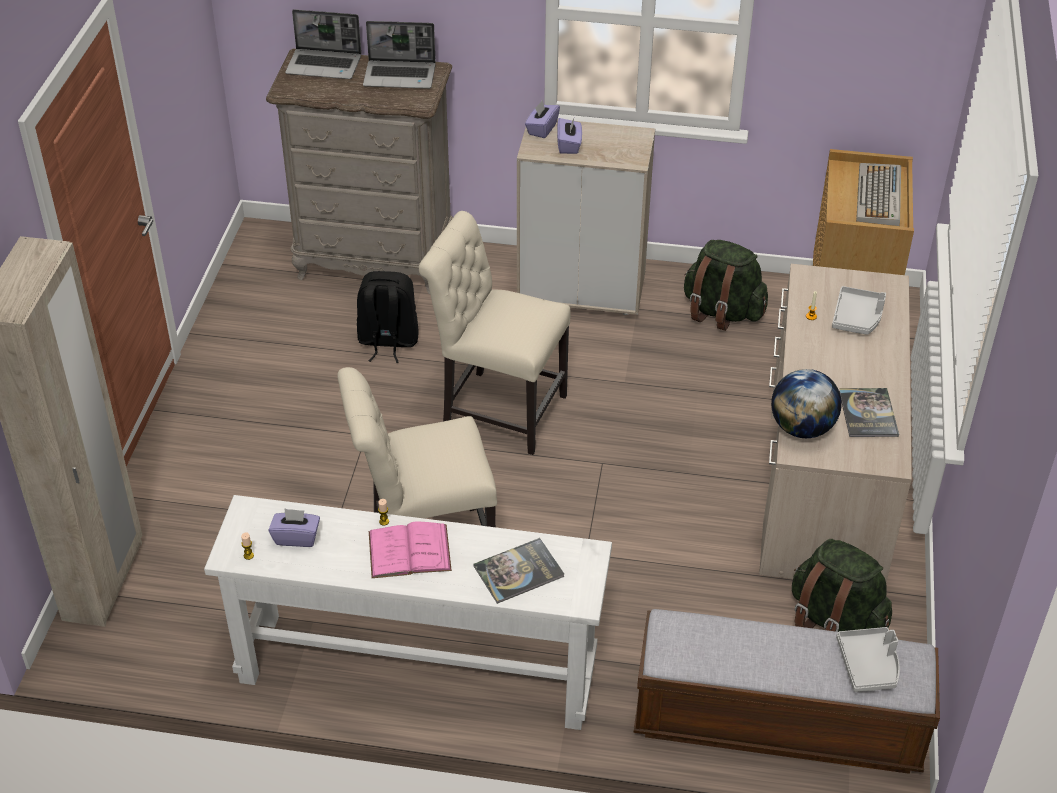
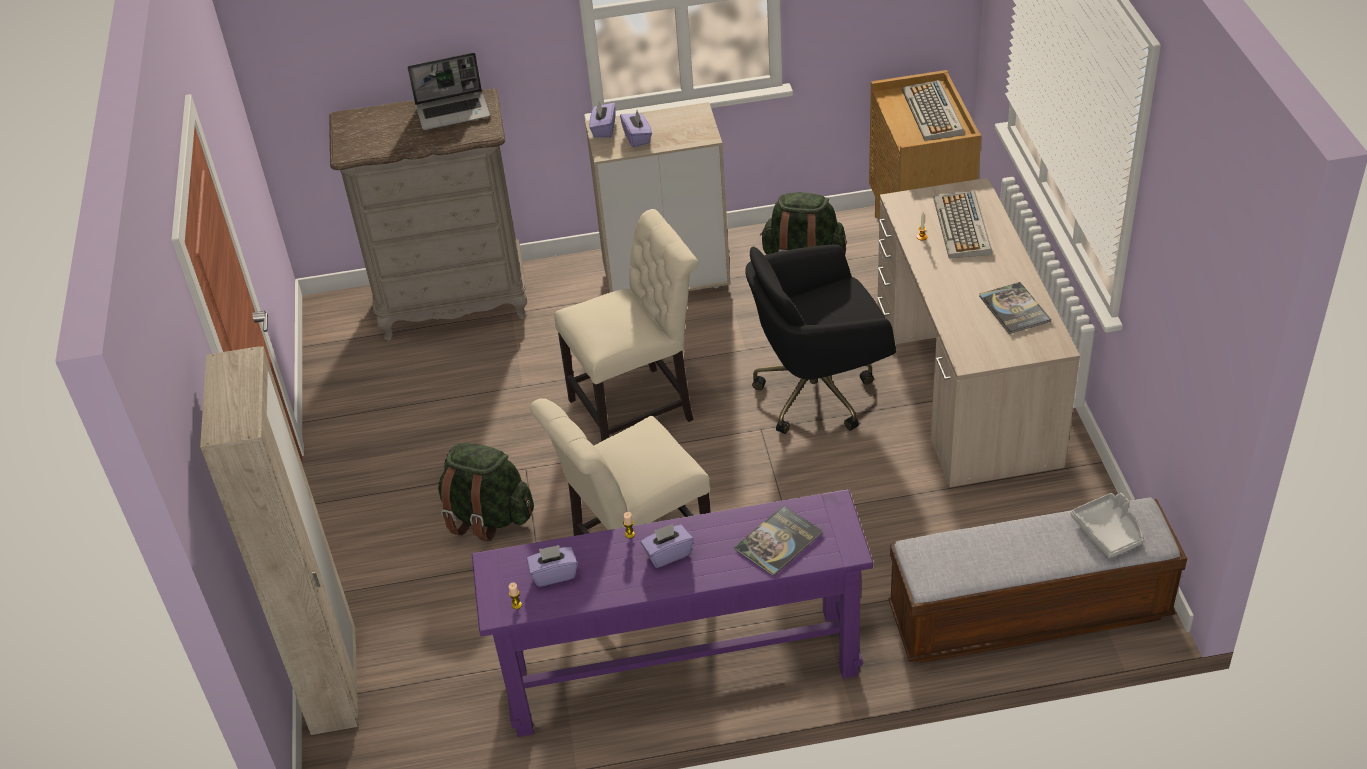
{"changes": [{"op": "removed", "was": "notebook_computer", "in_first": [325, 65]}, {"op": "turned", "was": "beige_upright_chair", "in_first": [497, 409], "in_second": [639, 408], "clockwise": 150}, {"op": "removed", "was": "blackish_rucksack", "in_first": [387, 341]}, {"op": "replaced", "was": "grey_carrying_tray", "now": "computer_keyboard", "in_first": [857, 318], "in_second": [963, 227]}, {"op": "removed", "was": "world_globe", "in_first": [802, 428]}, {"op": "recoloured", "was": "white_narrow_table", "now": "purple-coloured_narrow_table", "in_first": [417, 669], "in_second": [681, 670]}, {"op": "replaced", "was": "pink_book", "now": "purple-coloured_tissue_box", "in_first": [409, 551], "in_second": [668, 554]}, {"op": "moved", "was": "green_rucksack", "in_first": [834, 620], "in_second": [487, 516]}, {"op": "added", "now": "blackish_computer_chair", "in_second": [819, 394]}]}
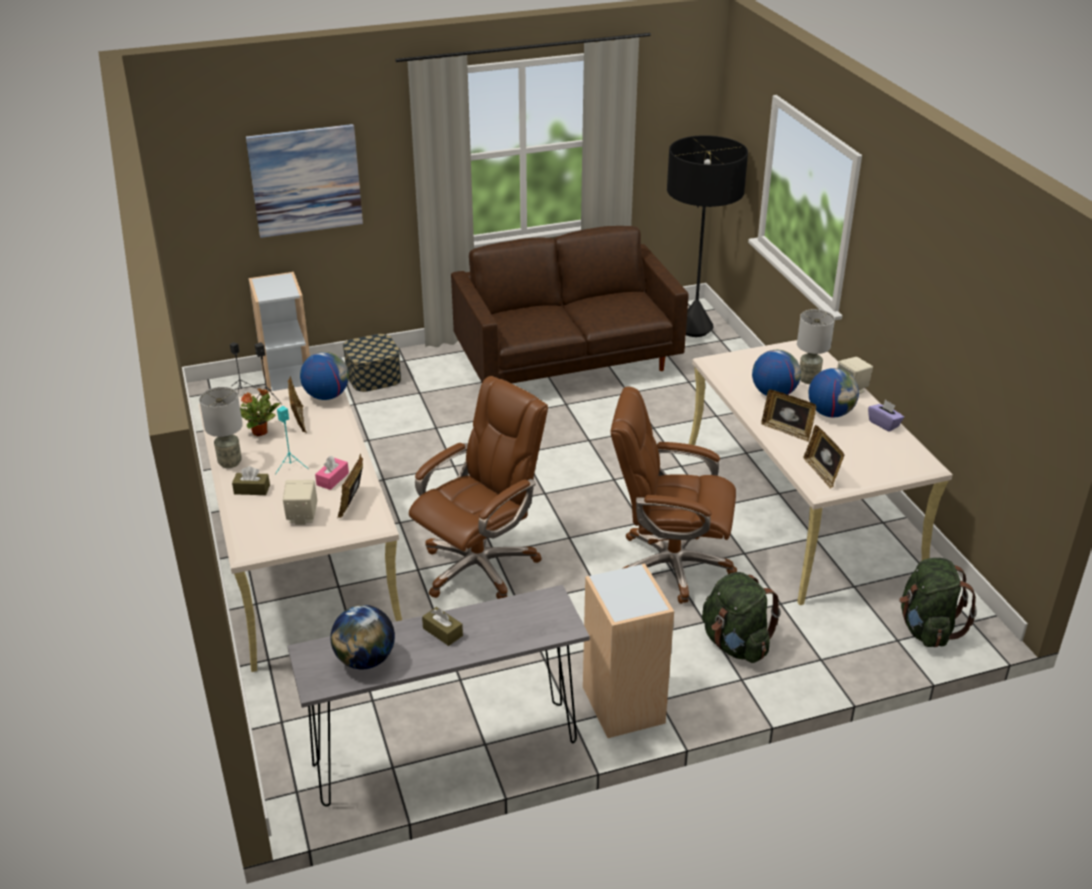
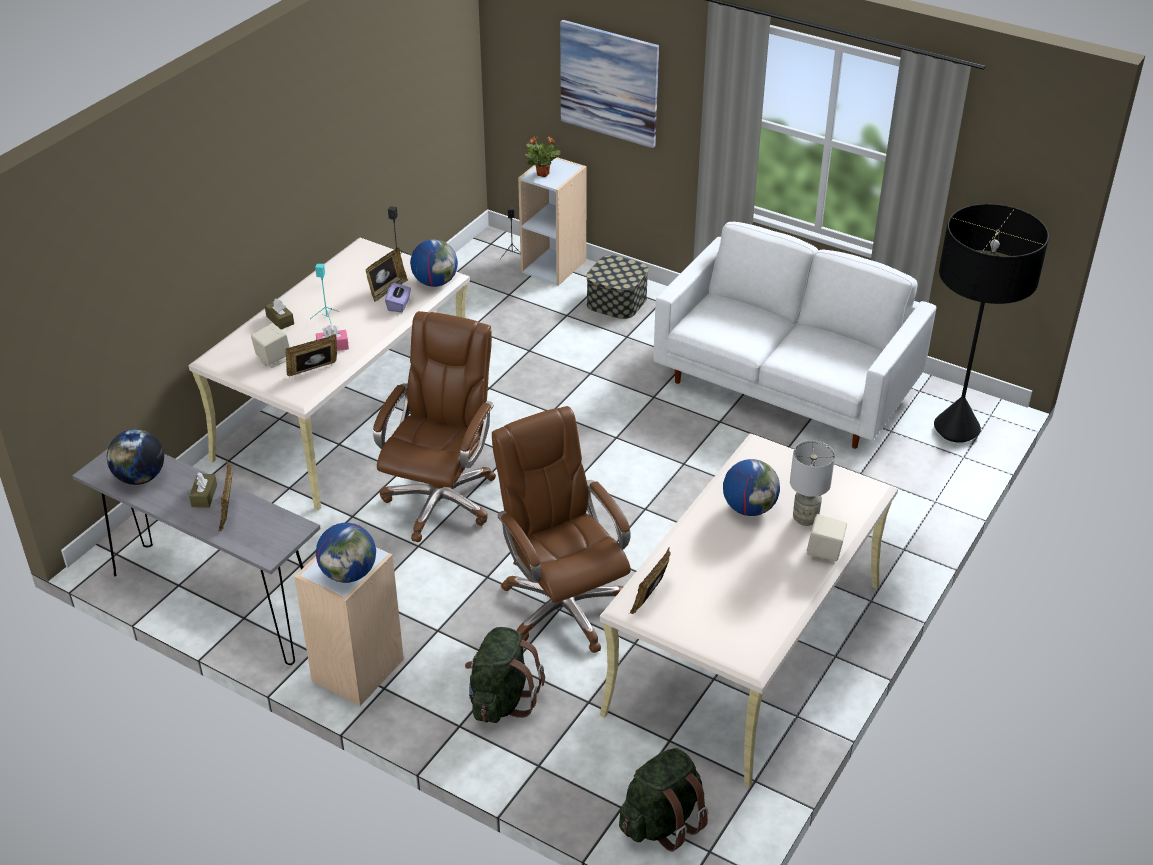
{"changes": [{"op": "recoloured", "was": "brown-coloured_couch", "now": "white_couch", "in_first": [567, 362], "in_second": [785, 387]}, {"op": "moved", "was": "world_globe", "in_first": [830, 413], "in_second": [349, 573]}, {"op": "turned", "was": "brown-coloured_computer_chair", "in_first": [480, 566], "in_second": [441, 499], "clockwise": -75}, {"op": "removed", "was": "grey_table_lamp", "in_first": [229, 462]}, {"op": "moved", "was": "plant_in_a_pot", "in_first": [260, 432], "in_second": [543, 174]}, {"op": "moved", "was": "photo_frame", "in_first": [787, 431], "in_second": [228, 512]}, {"op": "moved", "was": "purple-coloured_tissue_box", "in_first": [884, 424], "in_second": [399, 305]}]}
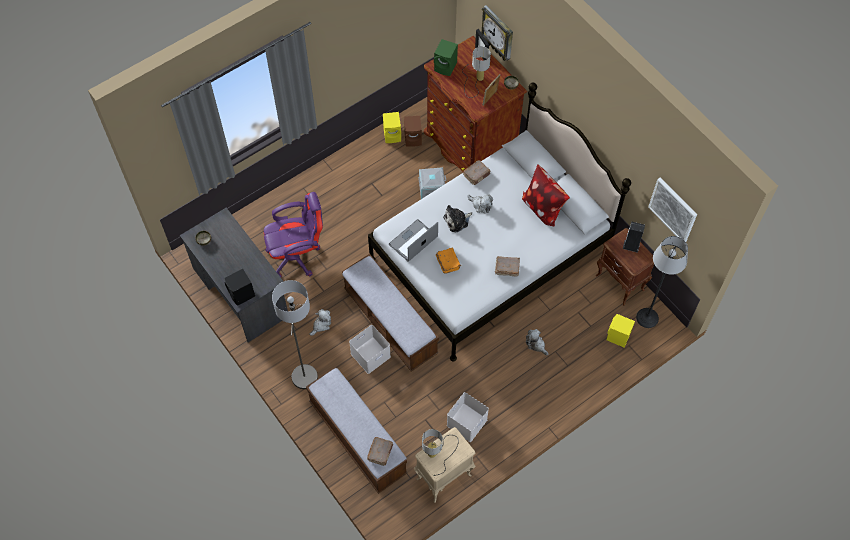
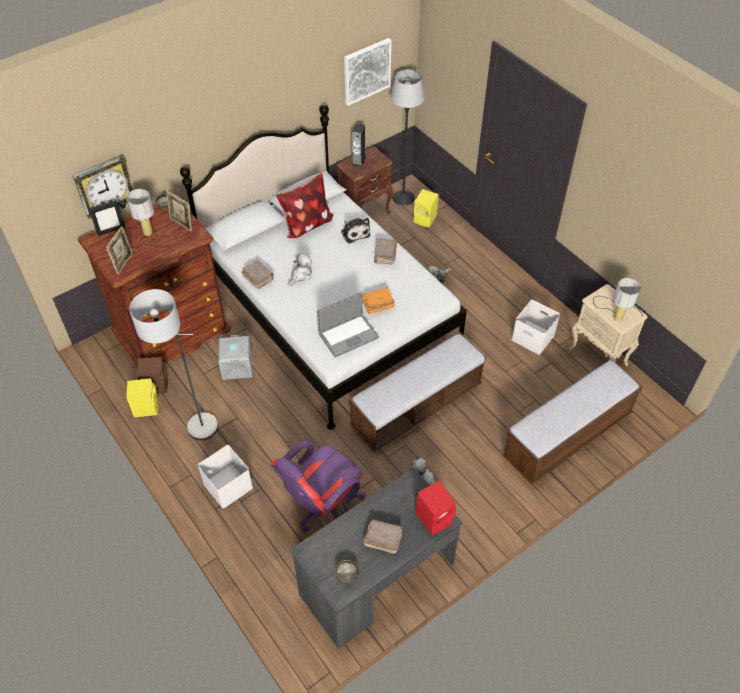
{"changes": [{"op": "replaced", "was": "green_loudspeaker", "now": "photo_frame", "in_first": [446, 67], "in_second": [124, 263]}, {"op": "turned", "was": "purple-coloured_computer_chair", "in_first": [298, 256], "in_second": [322, 509], "clockwise": -120}, {"op": "moved", "was": "soft_toy", "in_first": [457, 221], "in_second": [354, 232]}, {"op": "turned", "was": "notebook_computer", "in_first": [413, 241], "in_second": [348, 335], "clockwise": -75}, {"op": "recoloured", "was": "blackish_loudspeaker", "now": "red-coloured_loudspeaker", "in_first": [242, 295], "in_second": [435, 517]}, {"op": "moved", "was": "grey_floor_lamp", "in_first": [305, 370], "in_second": [193, 427]}, {"op": "moved", "was": "white_storage_container", "in_first": [370, 354], "in_second": [226, 485]}, {"op": "moved", "was": "brown-coloured_book", "in_first": [380, 452], "in_second": [382, 539]}]}
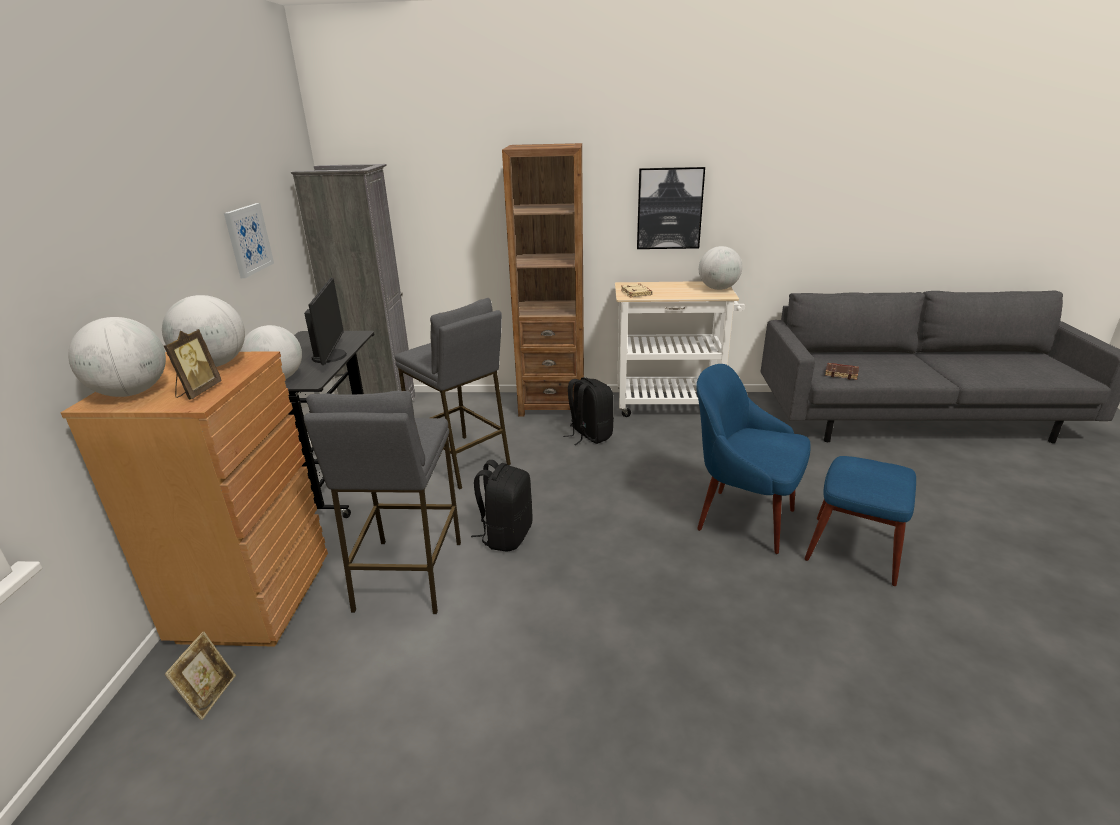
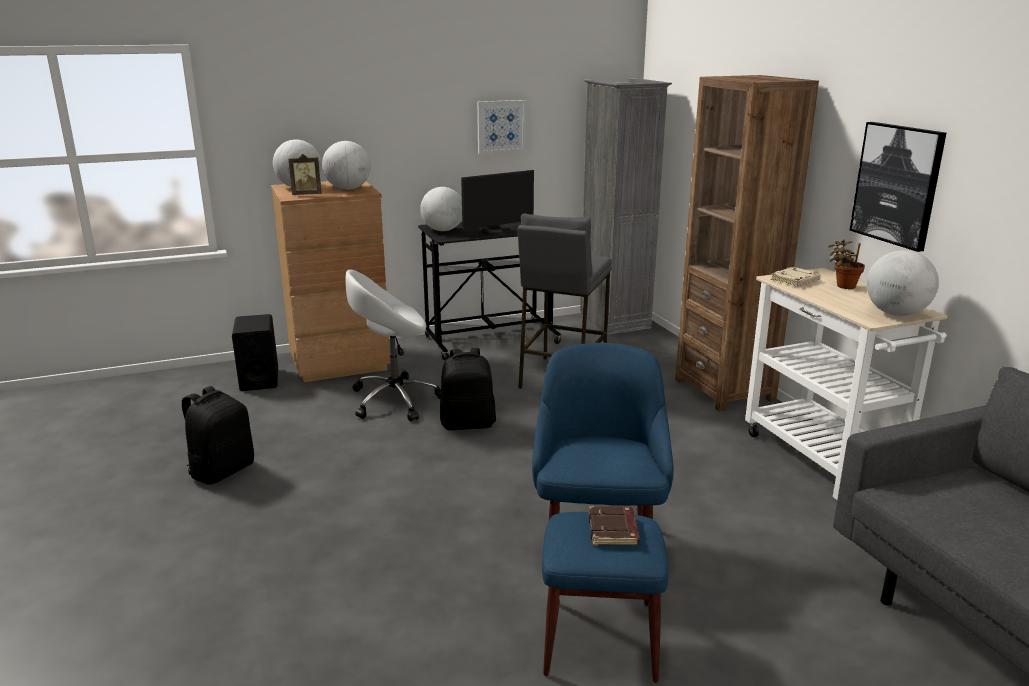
{"changes": [{"op": "moved", "was": "brown-coloured_book", "in_first": [841, 373], "in_second": [614, 530]}, {"op": "moved", "was": "blackish_rucksack", "in_first": [589, 435], "in_second": [222, 471]}, {"op": "replaced", "was": "grey_sitting_stool", "now": "white_computer_chair", "in_first": [407, 575], "in_second": [393, 400]}, {"op": "replaced", "was": "photo_frame", "now": "blackish_loudspeaker", "in_first": [210, 695], "in_second": [259, 379]}, {"op": "added", "now": "plant_in_a_pot", "in_second": [843, 286]}]}
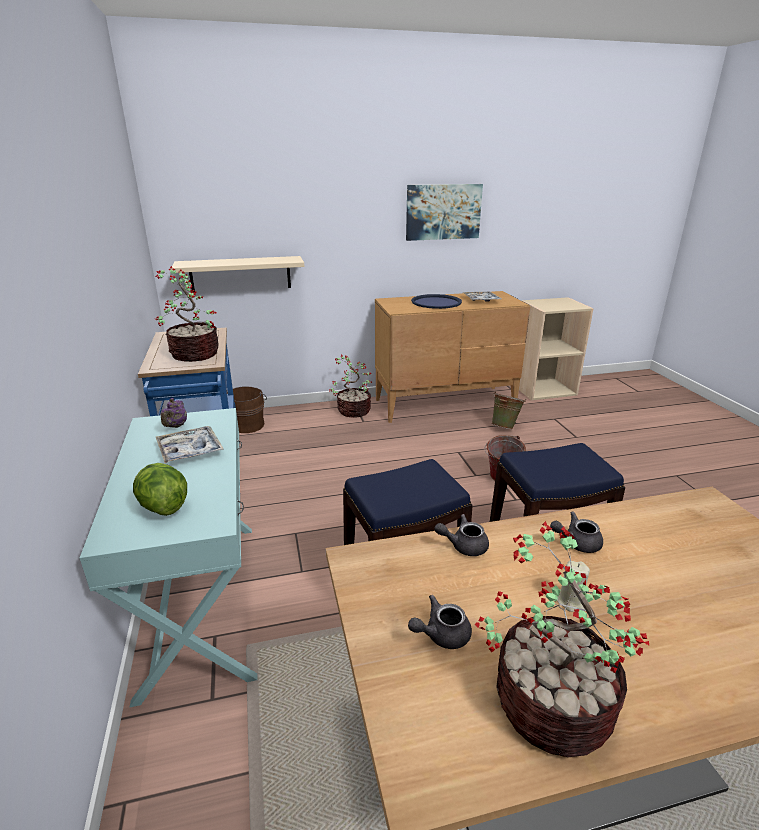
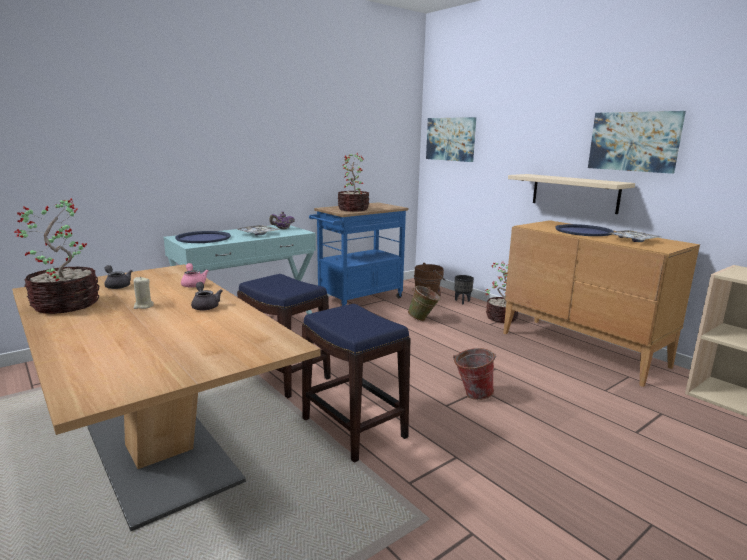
{"changes": [{"op": "moved", "was": "beige_shelf", "in_first": [240, 274], "in_second": [574, 193]}, {"op": "moved", "was": "green_water_bucket", "in_first": [505, 427], "in_second": [423, 319]}, {"op": "replaced", "was": "lettuce_head", "now": "blue-coloured_carrying_tray", "in_first": [162, 507], "in_second": [203, 238]}, {"op": "recoloured", "was": "grey_pot_for_tea", "now": "pink_pot_for_tea", "in_first": [463, 546], "in_second": [193, 284]}, {"op": "added", "now": "wall_art", "in_second": [451, 139]}, {"op": "added", "now": "blackish_flower_pot", "in_second": [462, 301]}]}
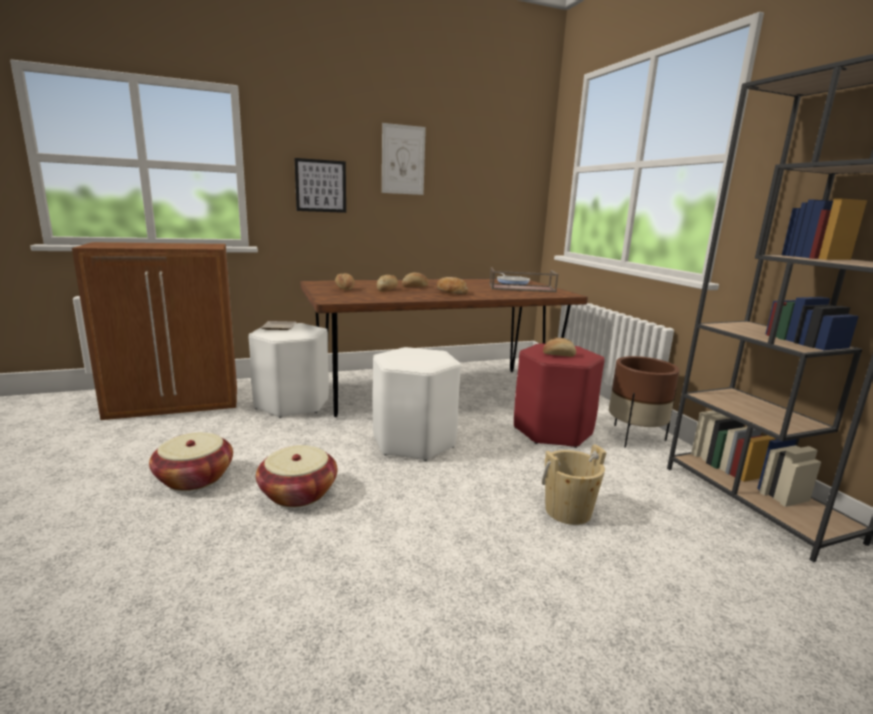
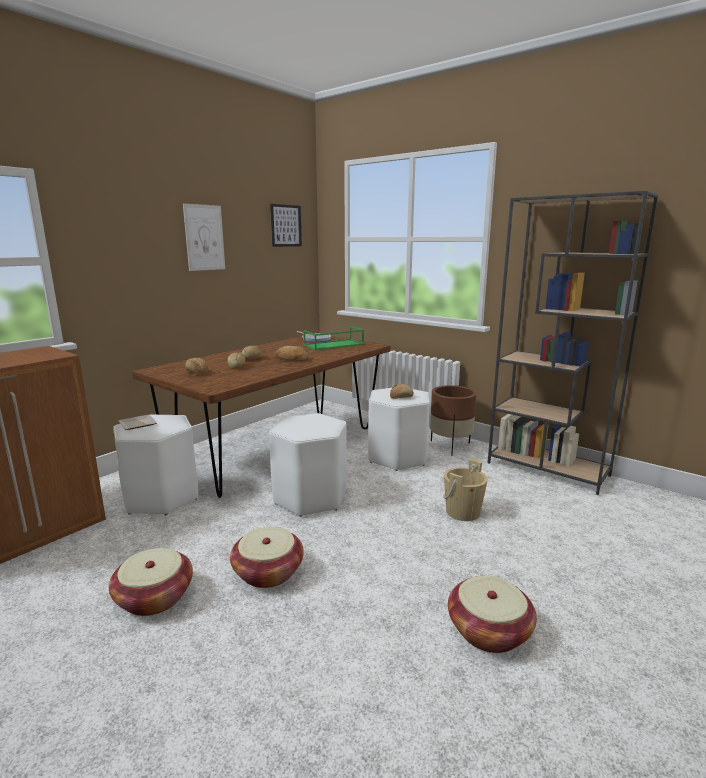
{"changes": [{"op": "moved", "was": "wall_art", "in_first": [321, 186], "in_second": [286, 225]}, {"op": "recoloured", "was": "brown-coloured_carrying_tray", "now": "green_carrying_tray", "in_first": [521, 288], "in_second": [333, 345]}, {"op": "recoloured", "was": "red-coloured_sitting_stool", "now": "white_sitting_stool", "in_first": [552, 431], "in_second": [397, 457]}, {"op": "added", "now": "basket", "in_second": [489, 631]}]}
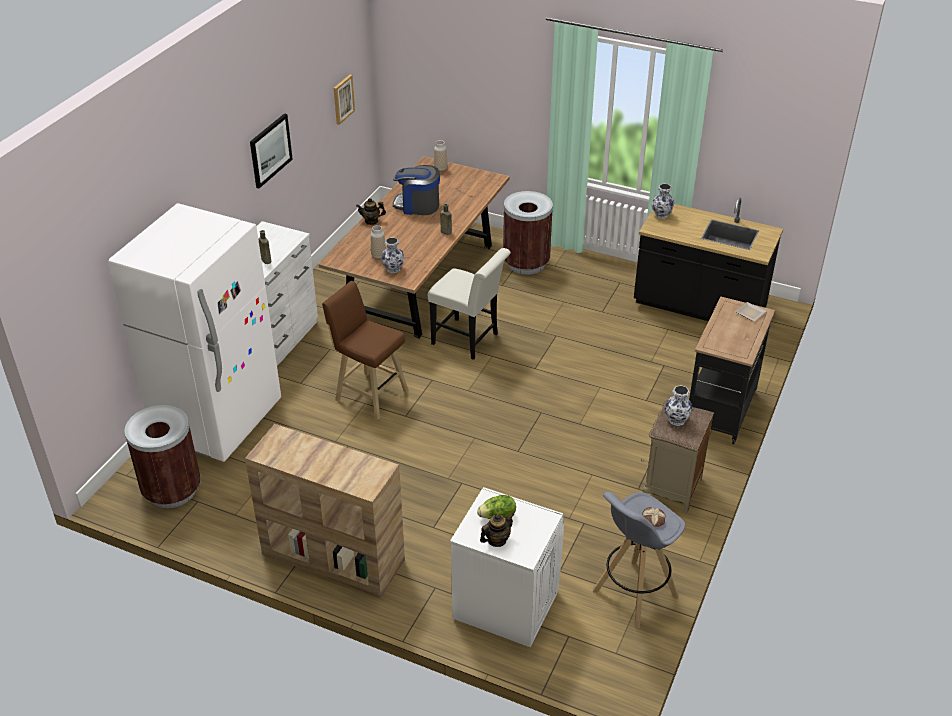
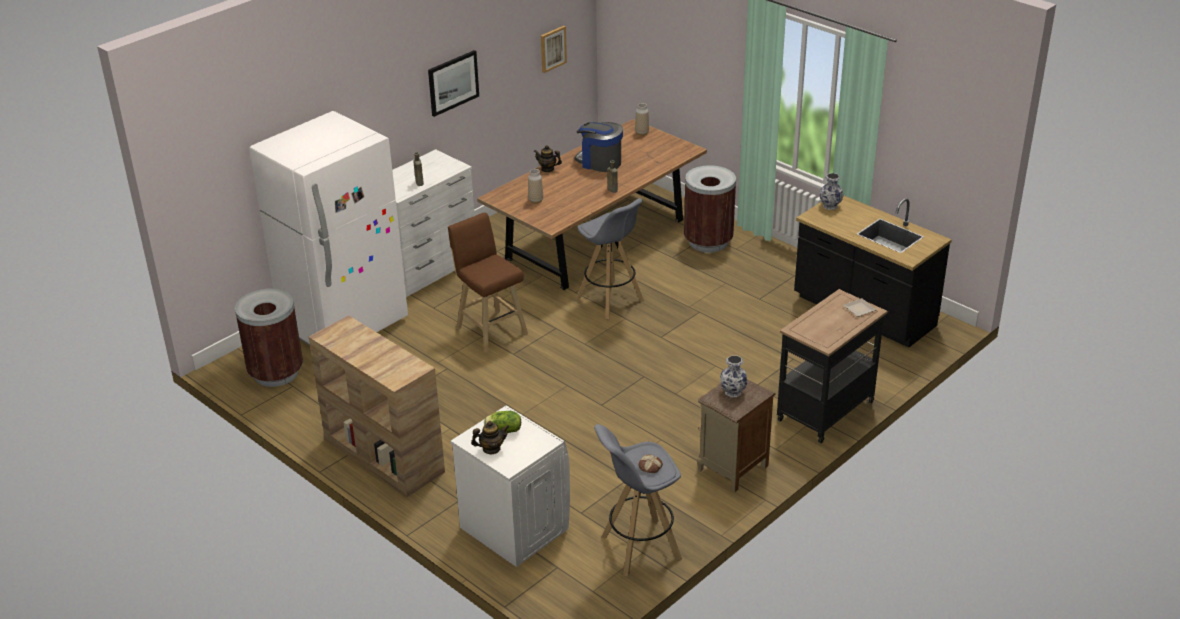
{"changes": [{"op": "removed", "was": "vase", "in_first": [393, 269]}, {"op": "replaced", "was": "white_upright_chair", "now": "grey_sitting_stool", "in_first": [469, 340], "in_second": [611, 300]}]}
